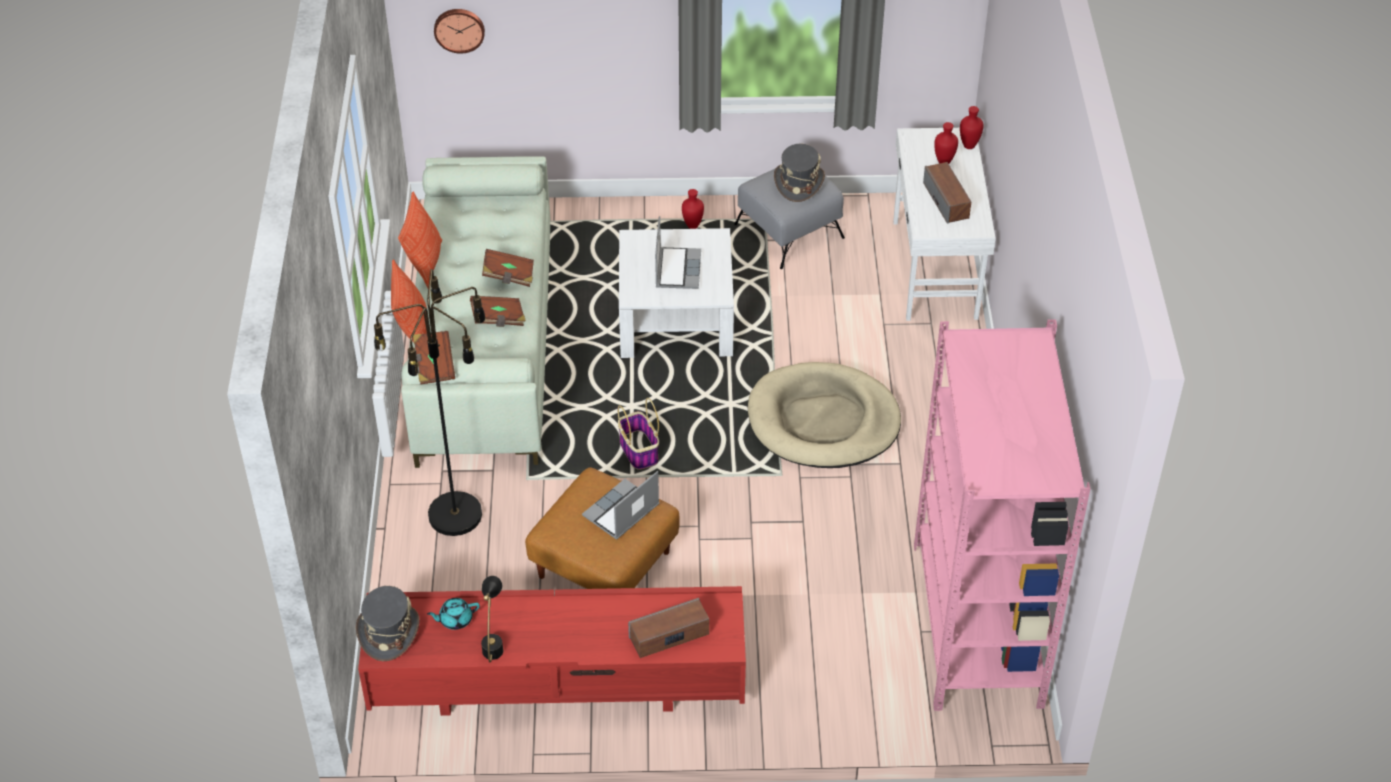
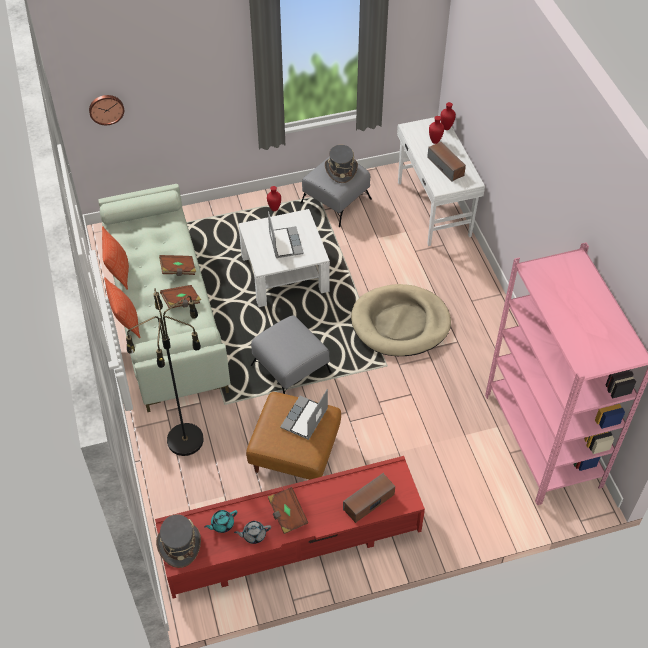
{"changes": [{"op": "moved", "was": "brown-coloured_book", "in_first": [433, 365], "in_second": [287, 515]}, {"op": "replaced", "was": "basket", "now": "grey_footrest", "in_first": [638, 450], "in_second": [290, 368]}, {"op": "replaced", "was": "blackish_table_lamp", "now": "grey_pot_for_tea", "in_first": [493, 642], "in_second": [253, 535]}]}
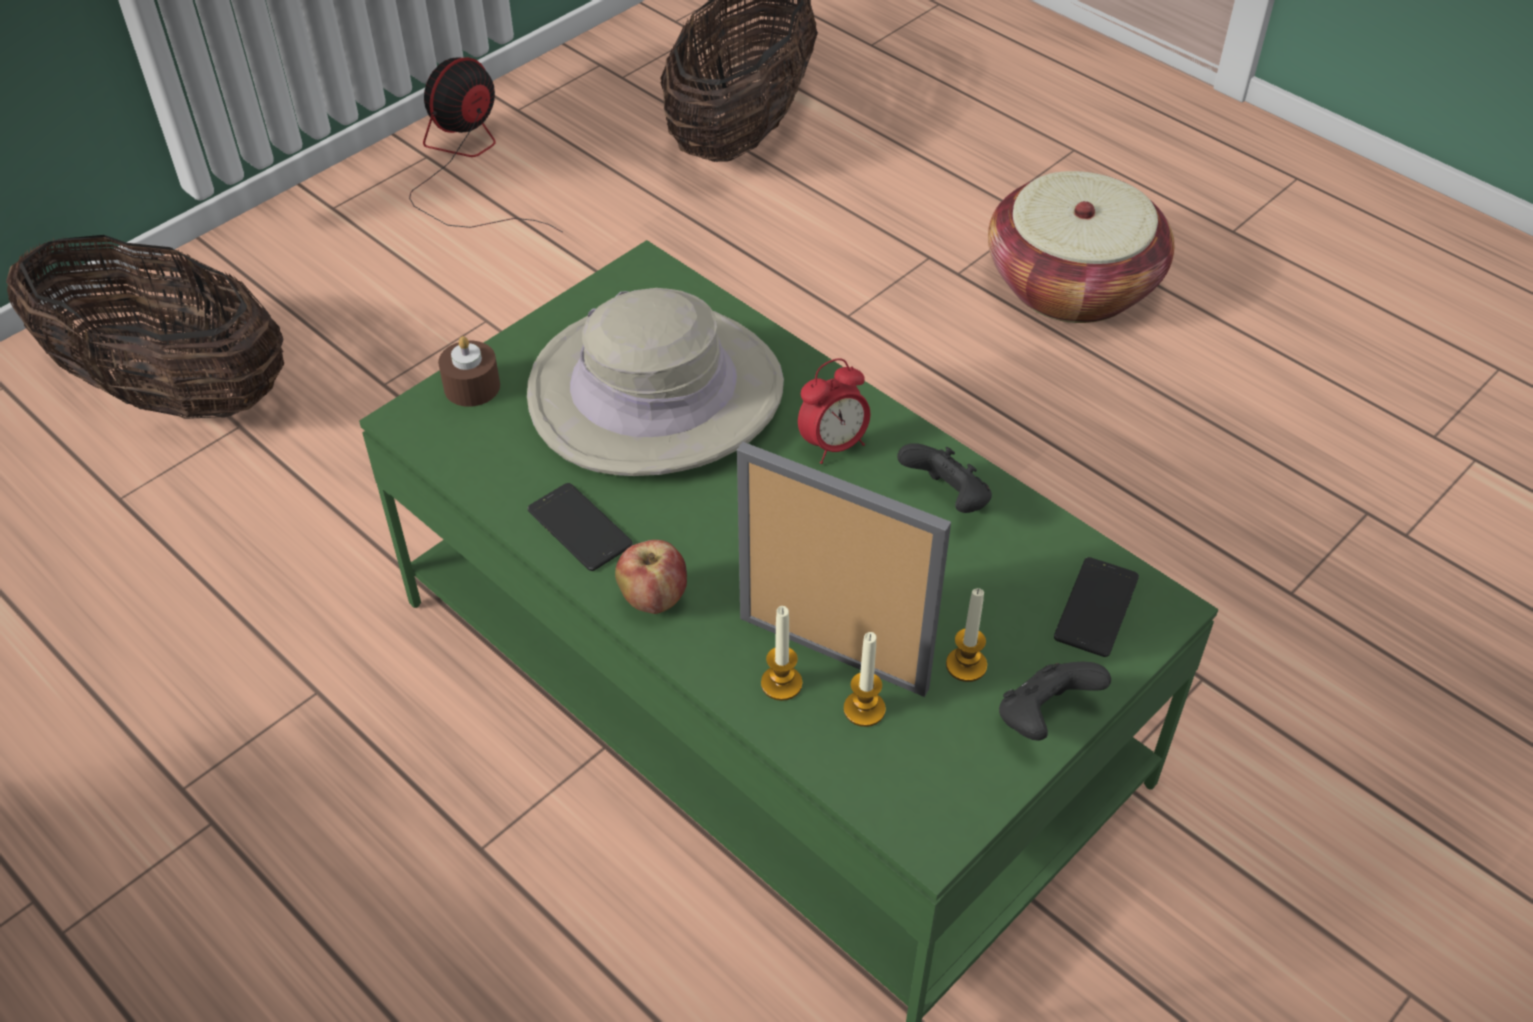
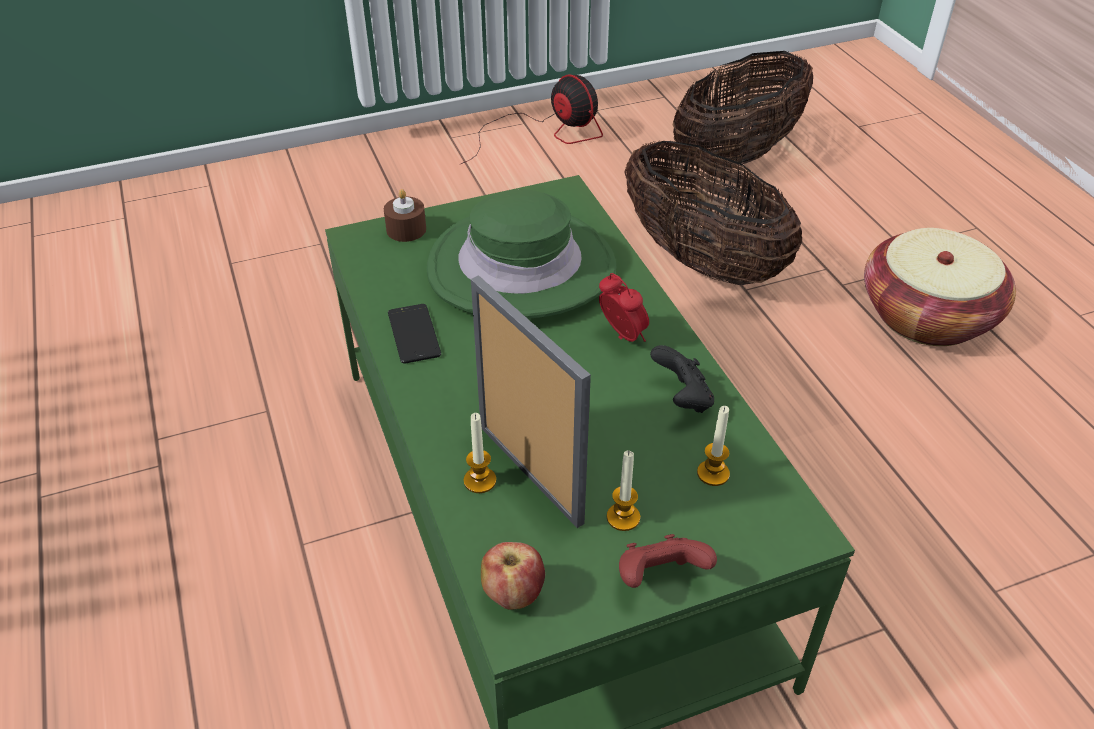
{"changes": [{"op": "turned", "was": "cooling_fan", "in_first": [468, 165], "in_second": [546, 133], "clockwise": 75}, {"op": "moved", "was": "basket", "in_first": [173, 392], "in_second": [702, 261]}, {"op": "recoloured", "was": "beige_clothing_hat", "now": "green_clothing_hat", "in_first": [656, 392], "in_second": [521, 267]}, {"op": "turned", "was": "bedside_clock", "in_first": [833, 445], "in_second": [622, 336], "clockwise": -120}, {"op": "moved", "was": "apple_fruit", "in_first": [654, 599], "in_second": [513, 594]}, {"op": "removed", "was": "telephone", "in_first": [1096, 607]}, {"op": "moved", "was": "candle", "in_first": [864, 709], "in_second": [713, 473]}, {"op": "recoloured", "was": "blackish_game_controller", "now": "red-coloured_game_controller", "in_first": [1044, 717], "in_second": [659, 577]}]}
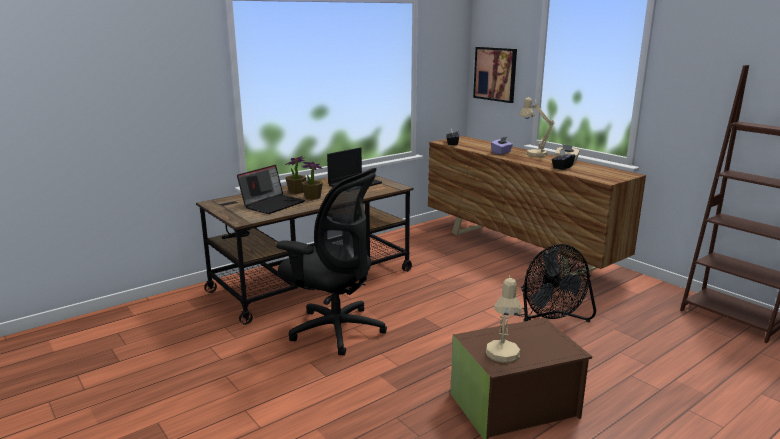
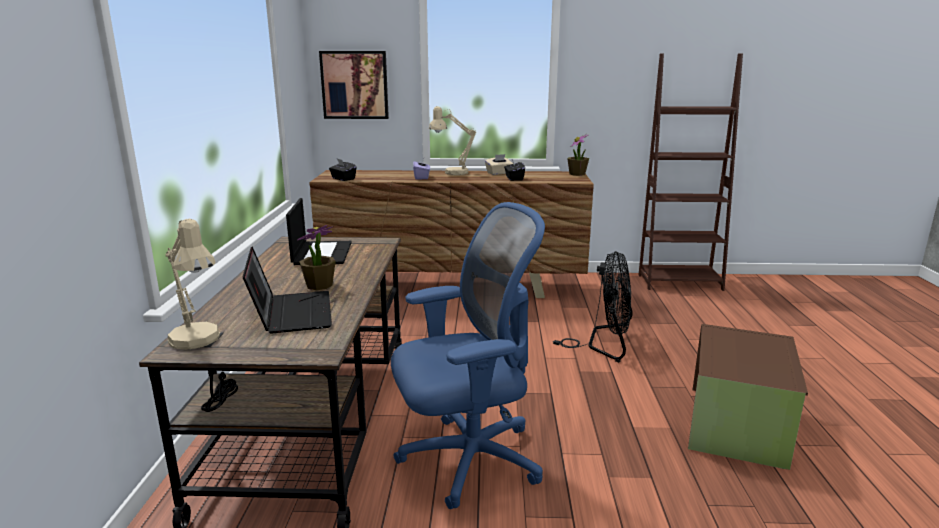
{"changes": [{"op": "moved", "was": "plant_in_a_pot", "in_first": [296, 192], "in_second": [577, 174]}, {"op": "recoloured", "was": "blackish_computer_chair", "now": "blue-coloured_computer_chair", "in_first": [331, 330], "in_second": [464, 463]}, {"op": "moved", "was": "beige_table_lamp", "in_first": [503, 357], "in_second": [198, 342]}]}
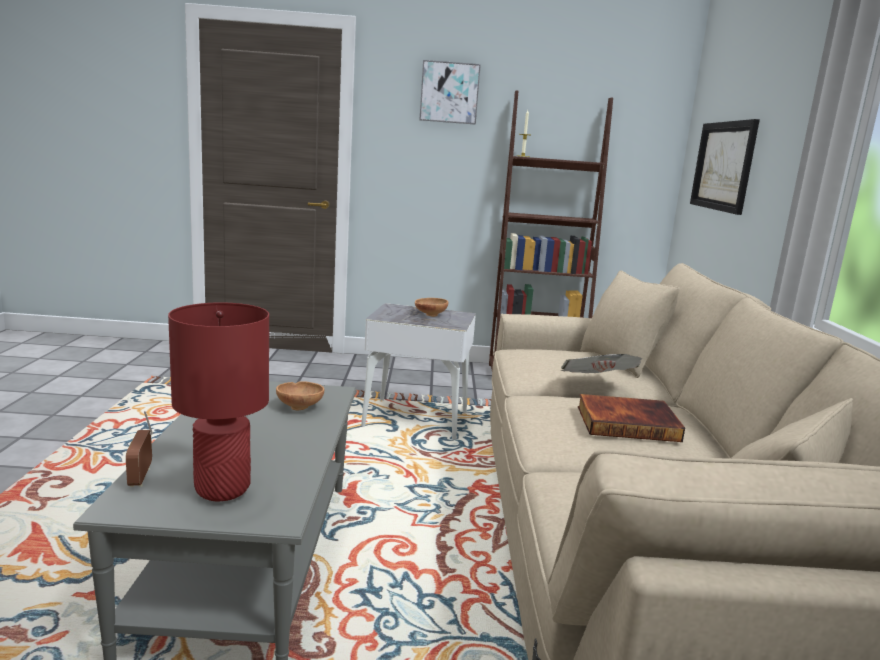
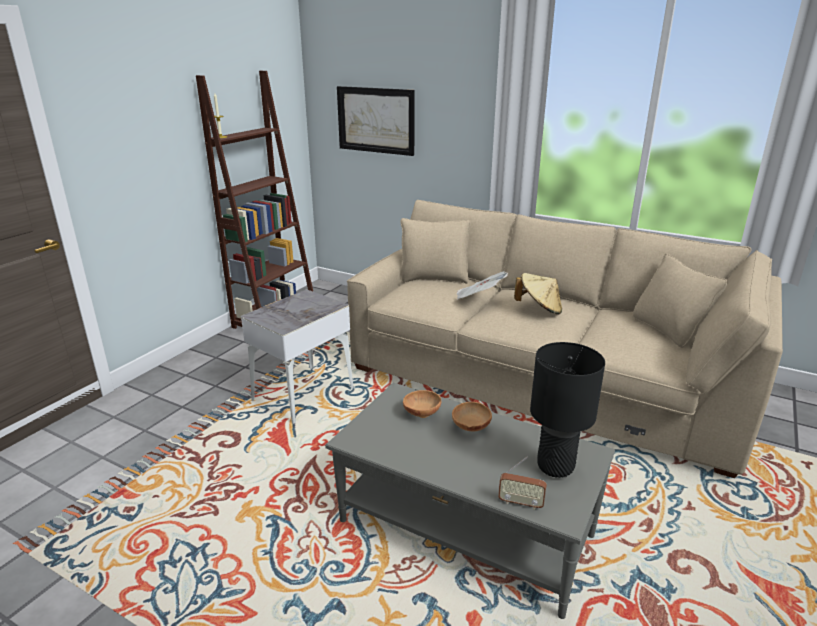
{"changes": [{"op": "removed", "was": "wall_art", "in_first": [449, 92]}, {"op": "moved", "was": "brown-coloured_serving_bowl", "in_first": [430, 315], "in_second": [470, 427]}, {"op": "recoloured", "was": "red-coloured_table_lamp", "now": "blackish_table_lamp", "in_first": [221, 493], "in_second": [555, 469]}, {"op": "replaced", "was": "book", "now": "beige_clothing_hat", "in_first": [627, 422], "in_second": [539, 309]}]}
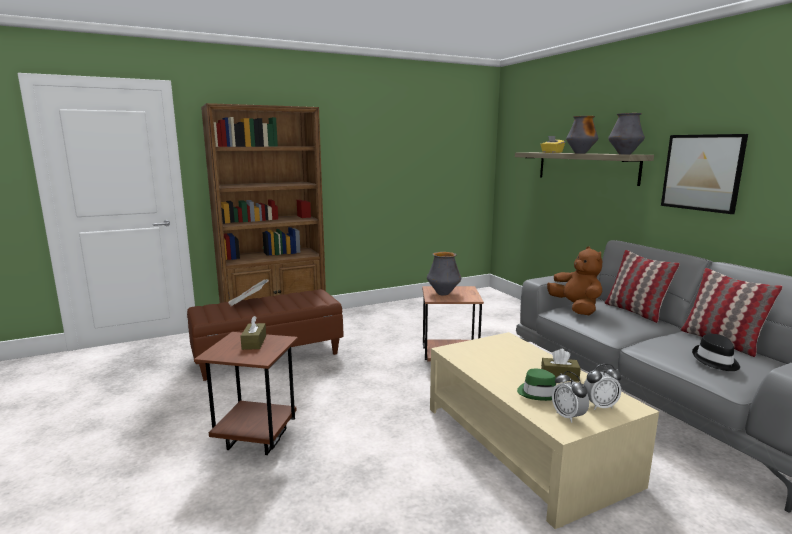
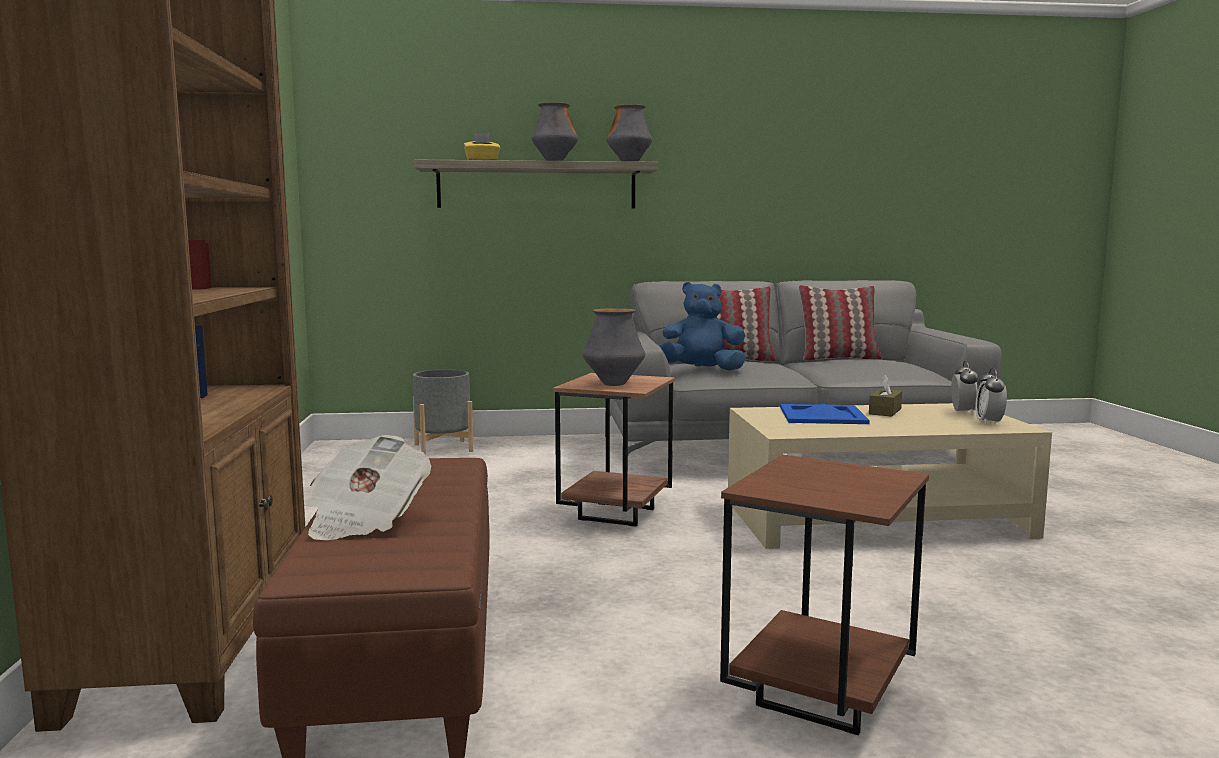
{"changes": [{"op": "removed", "was": "wall_art", "in_first": [702, 172]}, {"op": "recoloured", "was": "brown-coloured_soft_toy", "now": "blue-coloured_soft_toy", "in_first": [576, 308], "in_second": [701, 370]}, {"op": "removed", "was": "brown-coloured_tissue_box", "in_first": [254, 342]}, {"op": "removed", "was": "blackish_clothing_hat", "in_first": [715, 360]}, {"op": "removed", "was": "green_clothing_hat", "in_first": [538, 393]}, {"op": "turned", "was": "bedside_clock", "in_first": [568, 416], "in_second": [989, 422], "clockwise": 105}, {"op": "added", "now": "grey_flower_pot", "in_second": [443, 448]}, {"op": "added", "now": "blue-coloured_carrying_tray", "in_second": [823, 415]}]}
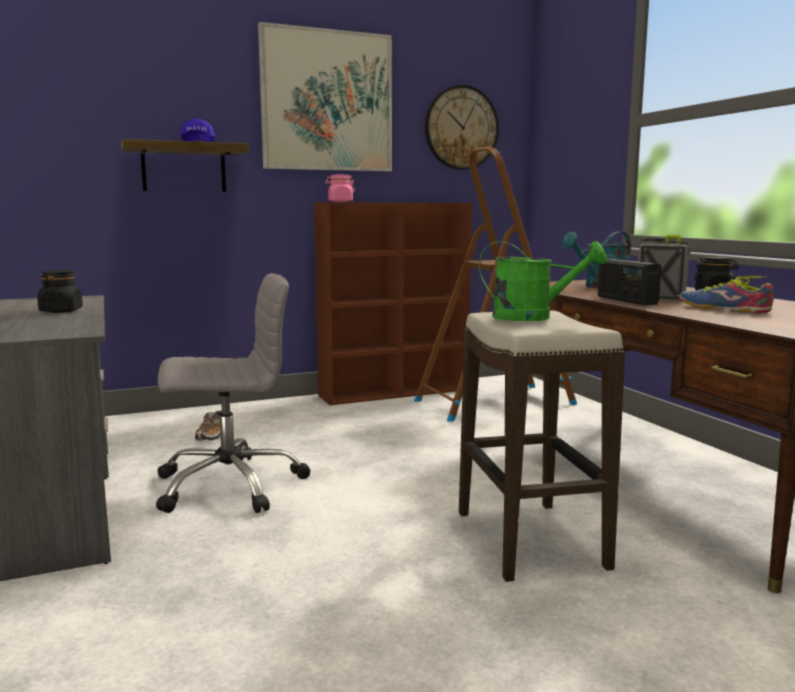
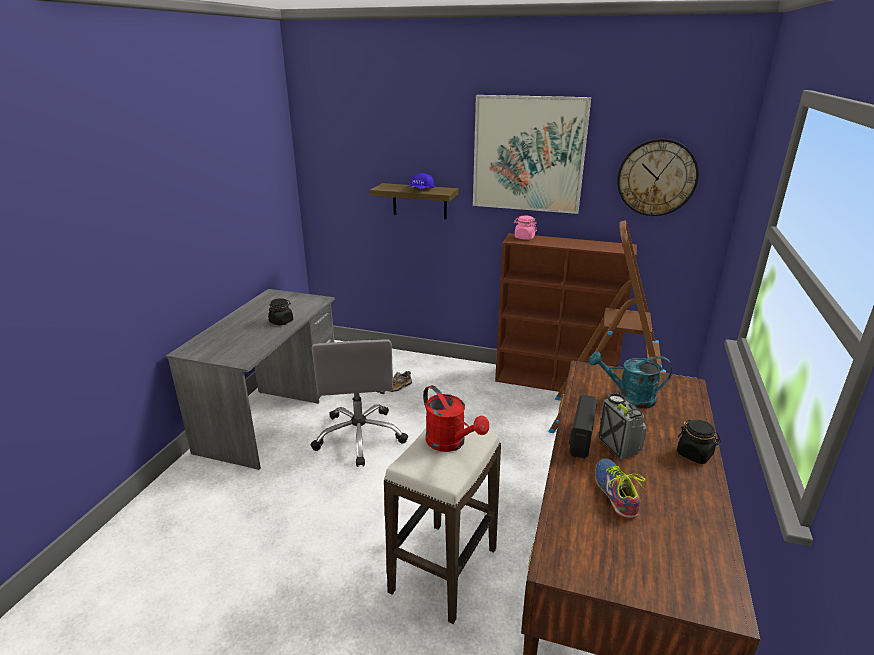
{"changes": [{"op": "recoloured", "was": "green_watering_pot", "now": "red-coloured_watering_pot", "in_first": [533, 317], "in_second": [451, 443]}, {"op": "turned", "was": "grey_computer_chair", "in_first": [230, 485], "in_second": [360, 437], "clockwise": 60}]}
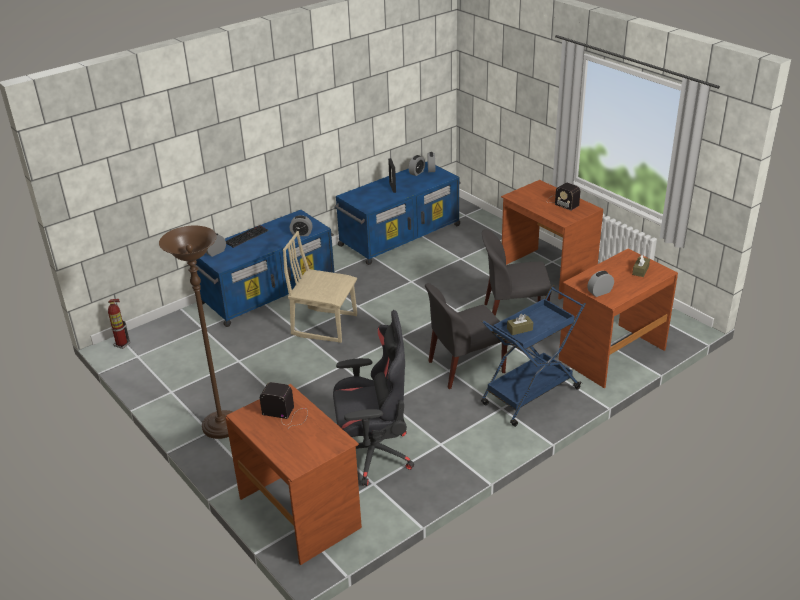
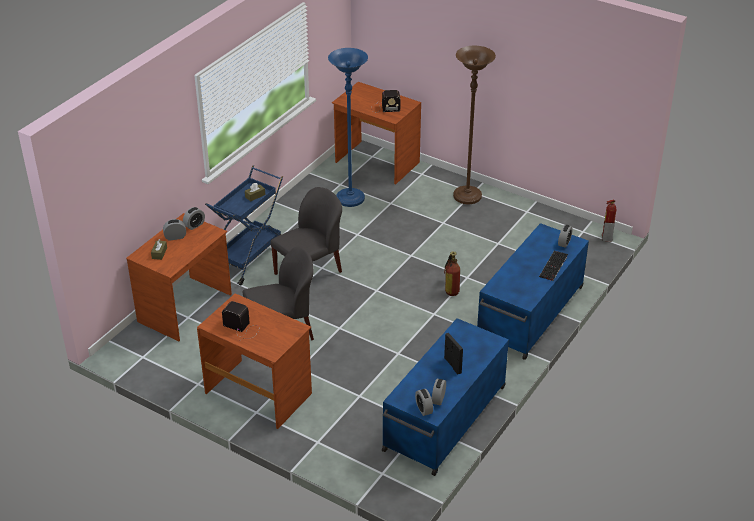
{"changes": [{"op": "moved", "was": "bedside_clock", "in_first": [301, 234], "in_second": [175, 237]}, {"op": "replaced", "was": "beige_upright_chair", "now": "fire_extinguisher", "in_first": [324, 325], "in_second": [451, 288]}, {"op": "replaced", "was": "blackish_computer_chair", "now": "blue-coloured_floor_lamp", "in_first": [372, 455], "in_second": [350, 199]}]}
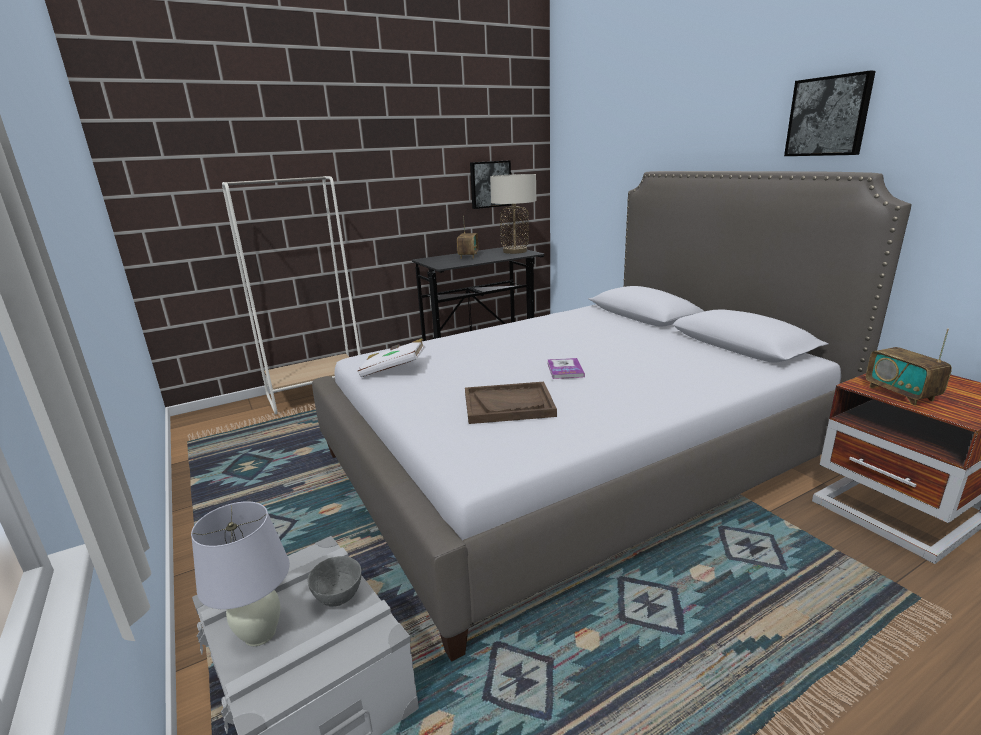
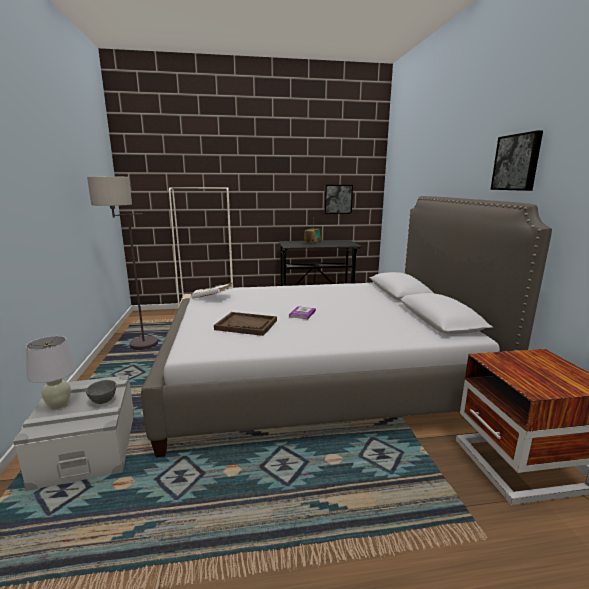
{"changes": [{"op": "removed", "was": "table_lamp", "in_first": [515, 251]}, {"op": "removed", "was": "radio_receiver", "in_first": [901, 394]}, {"op": "added", "now": "grey_floor_lamp", "in_second": [135, 346]}]}
